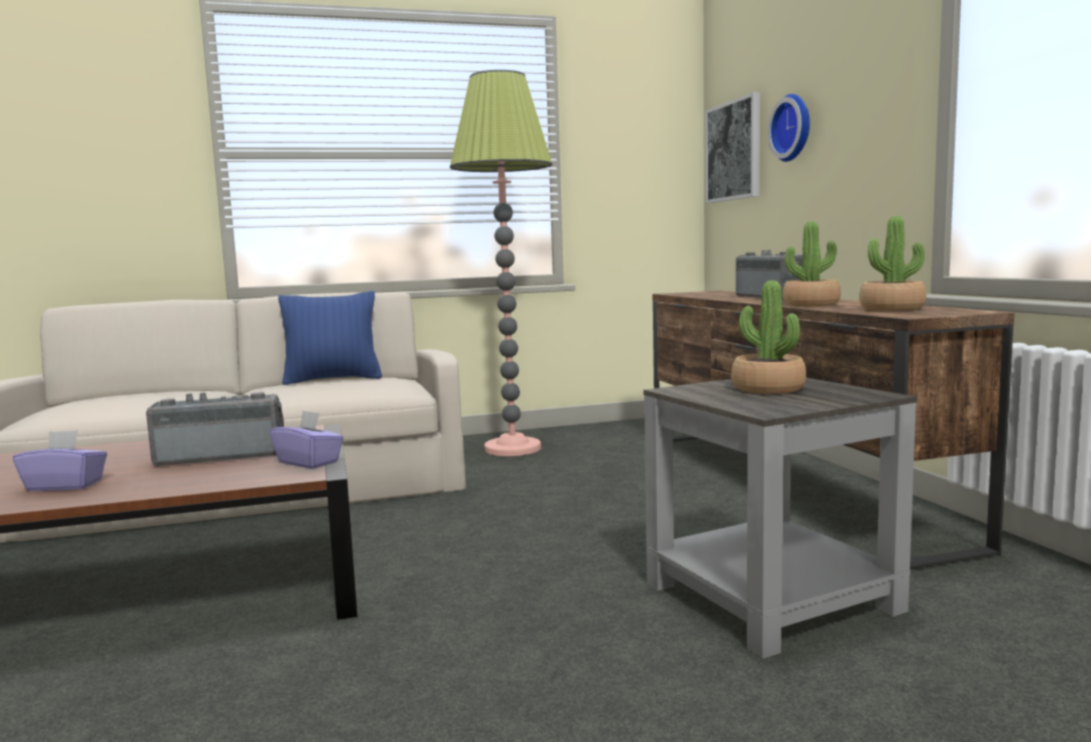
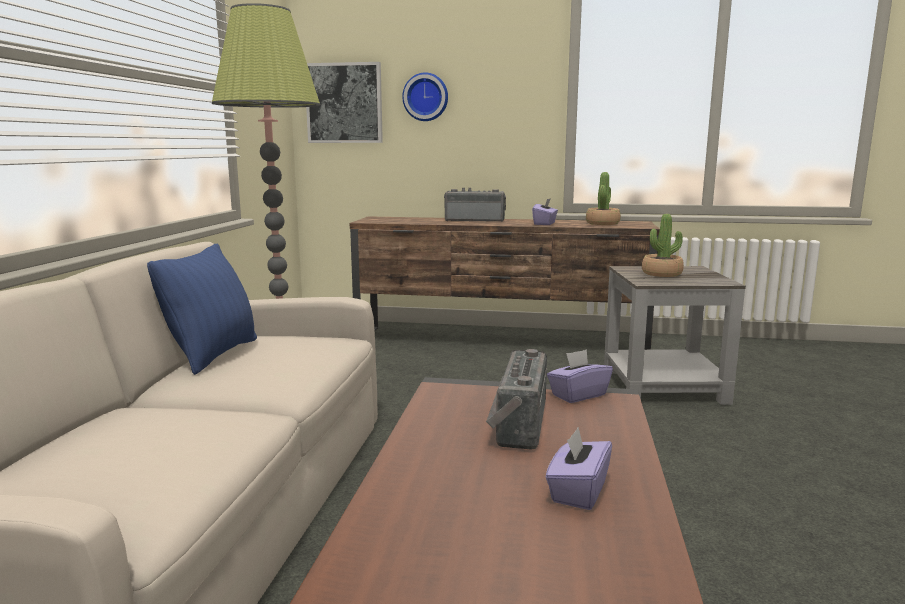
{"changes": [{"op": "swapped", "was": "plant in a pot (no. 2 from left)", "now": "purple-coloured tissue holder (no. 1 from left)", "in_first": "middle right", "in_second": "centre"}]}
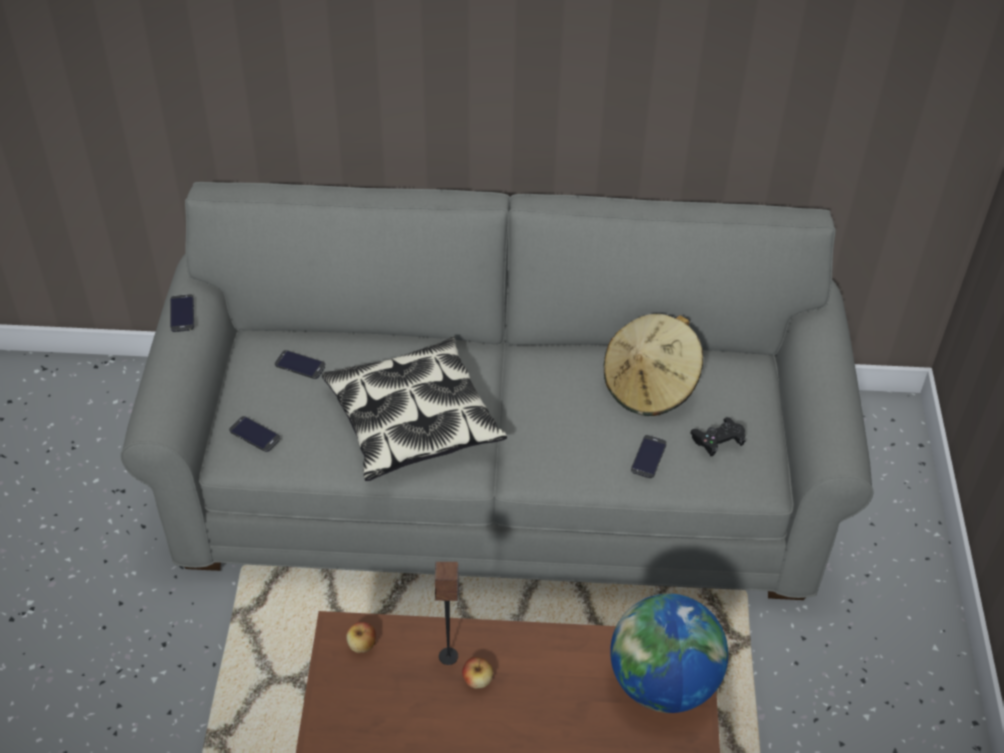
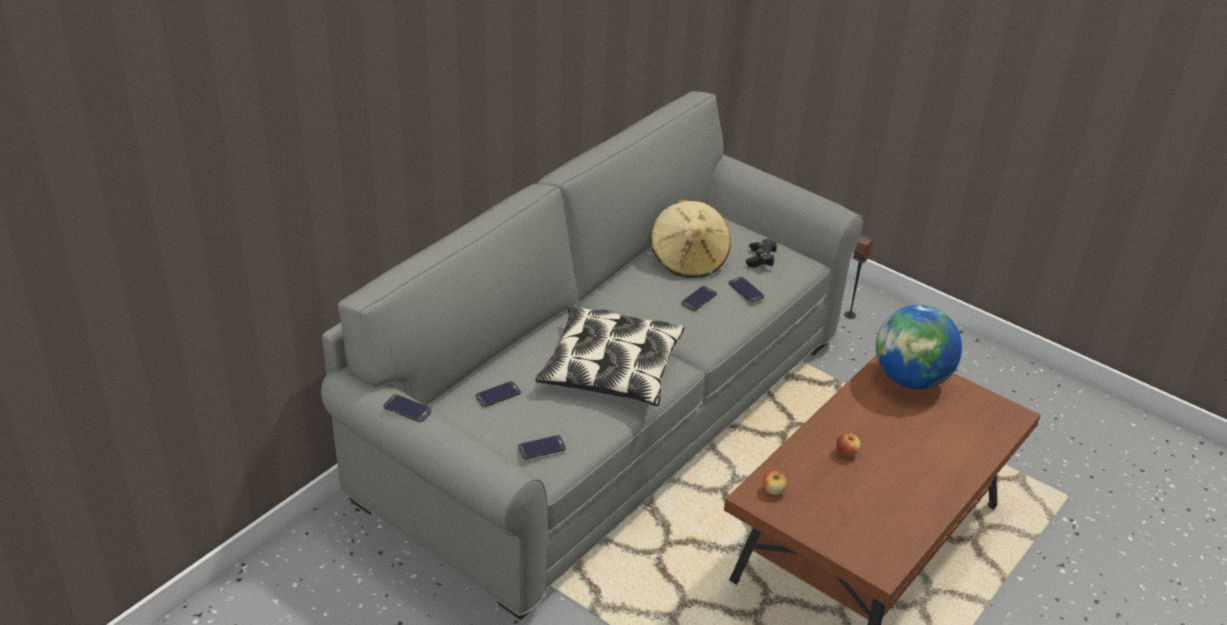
{"changes": [{"op": "new", "now": "phone (no. 4 from left)", "in_second": "centre"}, {"op": "shifted", "was": "audio speaker", "in_first": "bottom centre", "in_second": "middle right"}]}
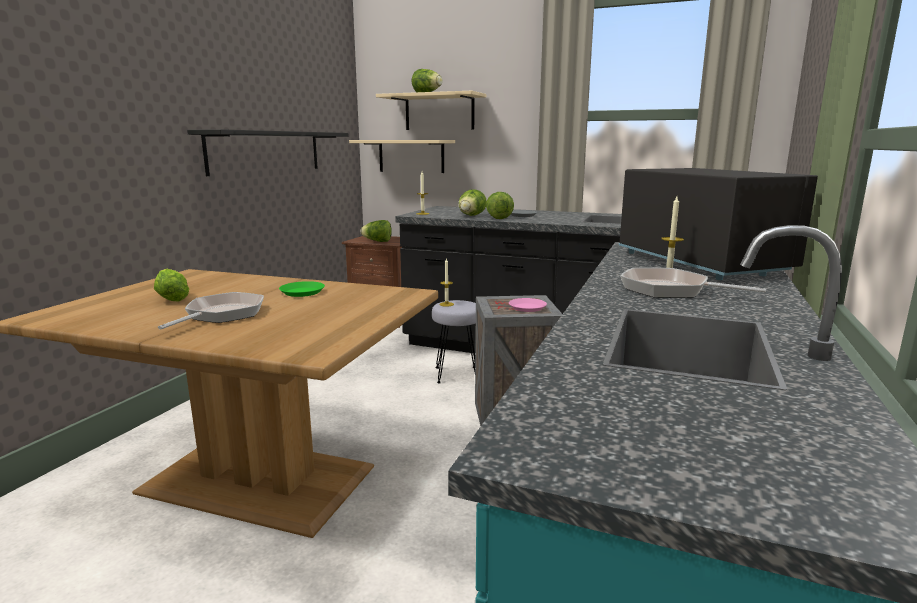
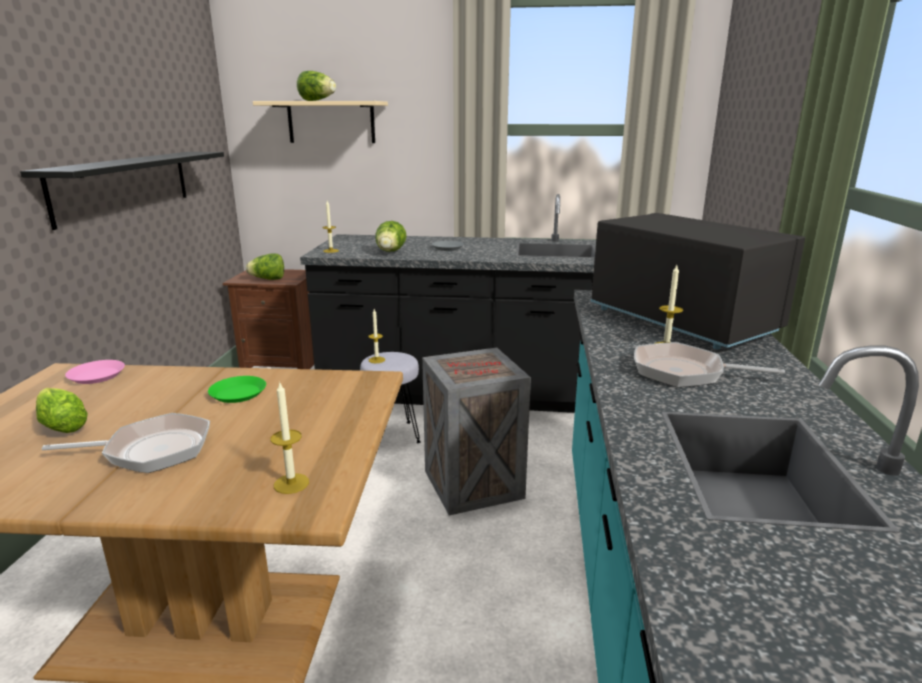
{"changes": [{"op": "rotated", "was": "pan (no. 1 from left)", "in_first": "middle left", "in_second": "middle left", "clockwise": 75}, {"op": "shifted", "was": "pinkish plate", "in_first": "centre", "in_second": "middle left"}, {"op": "new", "now": "wax light (no. 1 from left)", "in_second": "middle left"}, {"op": "gone", "was": "beige wall shelf (no. 1 from left)", "in_first": "top centre"}, {"op": "gone", "was": "lettuce head (no. 5 from left)", "in_first": "centre"}]}
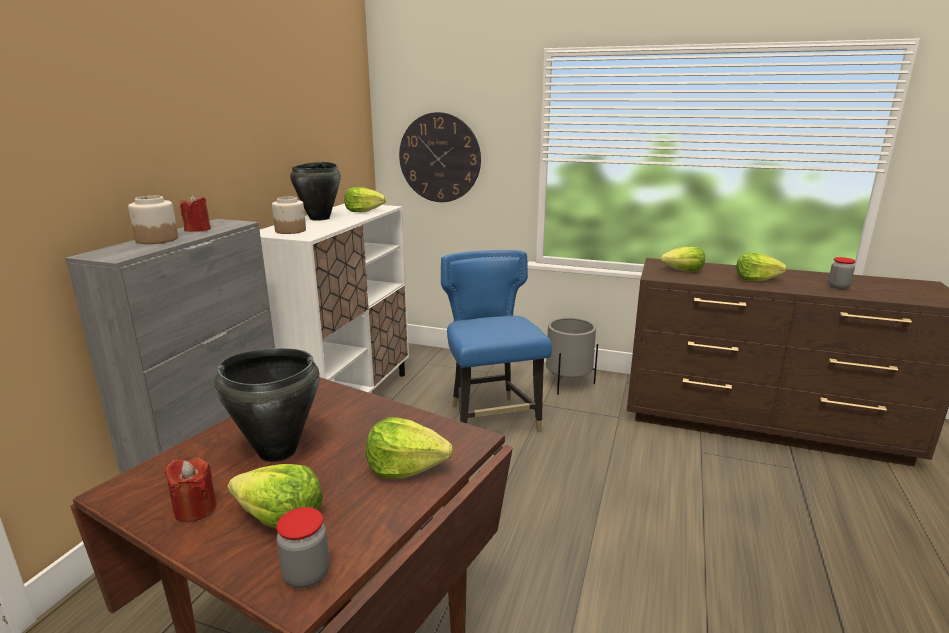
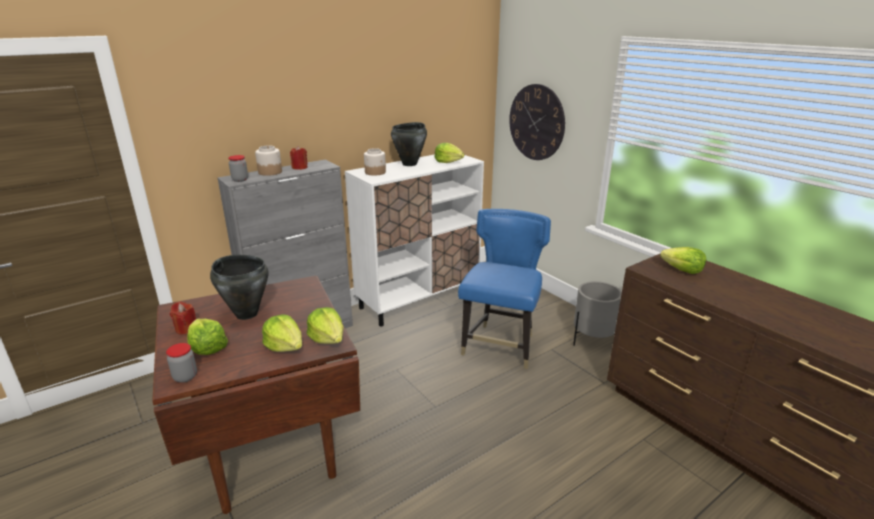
{"changes": [{"op": "shifted", "was": "preserve jar (no. 4 from left in the first image)", "now": "preserve jar (no. 2 from left)", "in_first": "middle right", "in_second": "top left"}, {"op": "shifted", "was": "lettuce head (no. 5 from left in the first image)", "now": "lettuce head (no. 3 from left)", "in_first": "middle right", "in_second": "centre"}]}
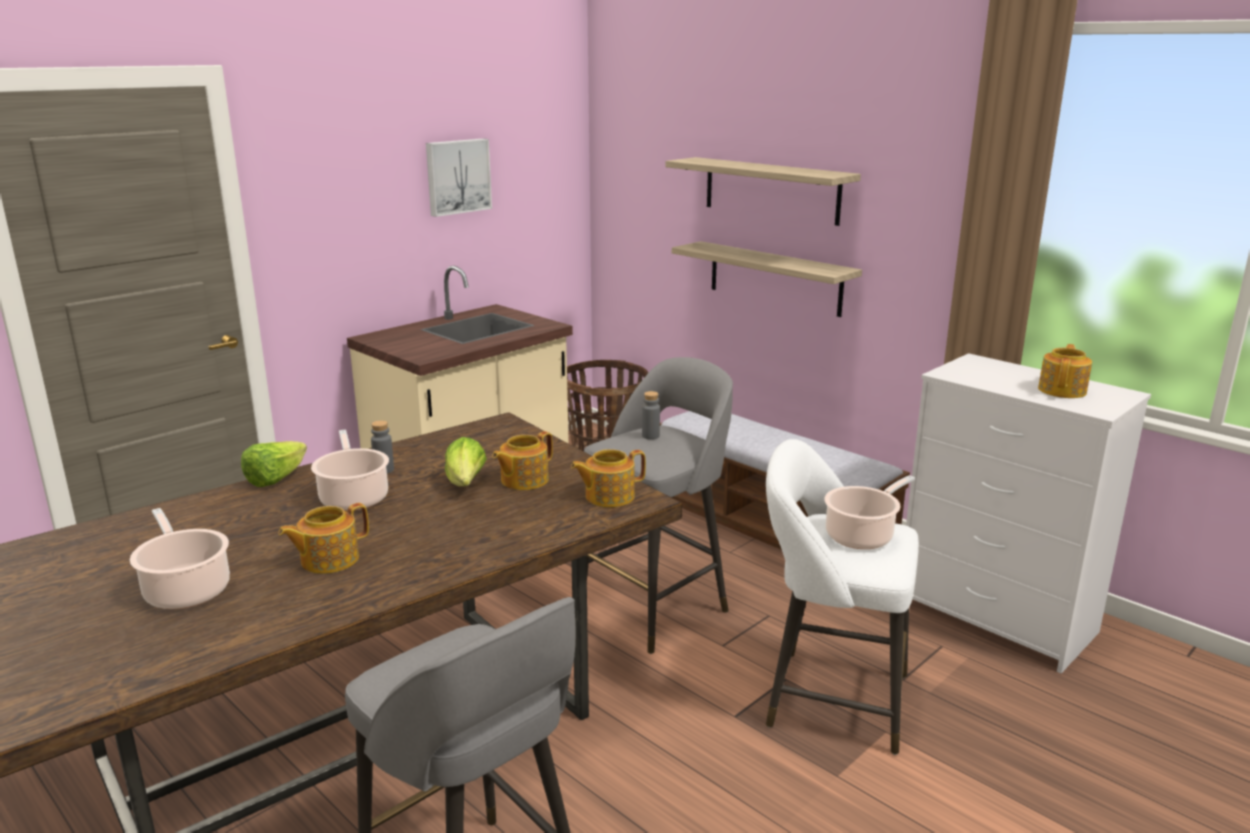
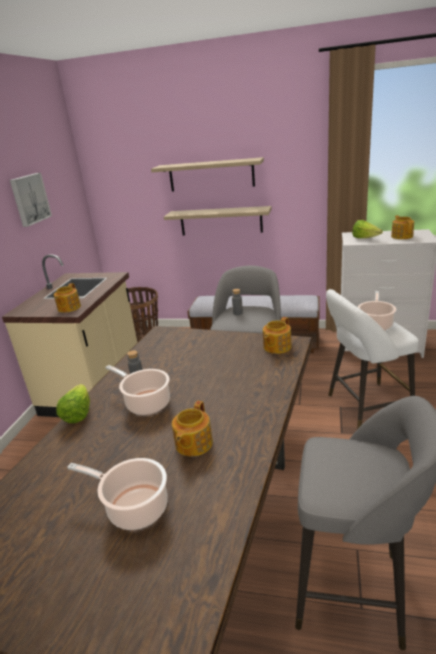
{"changes": [{"op": "shifted", "was": "pot for tea (no. 2 from left in the first image)", "now": "pot for tea (no. 1 from left)", "in_first": "centre", "in_second": "middle left"}, {"op": "shifted", "was": "lettuce head (no. 2 from left)", "in_first": "centre", "in_second": "middle right"}]}
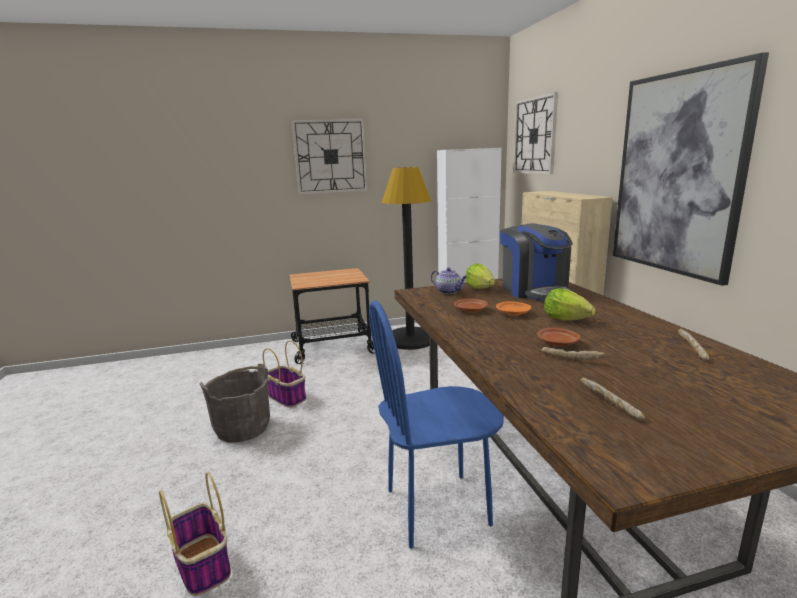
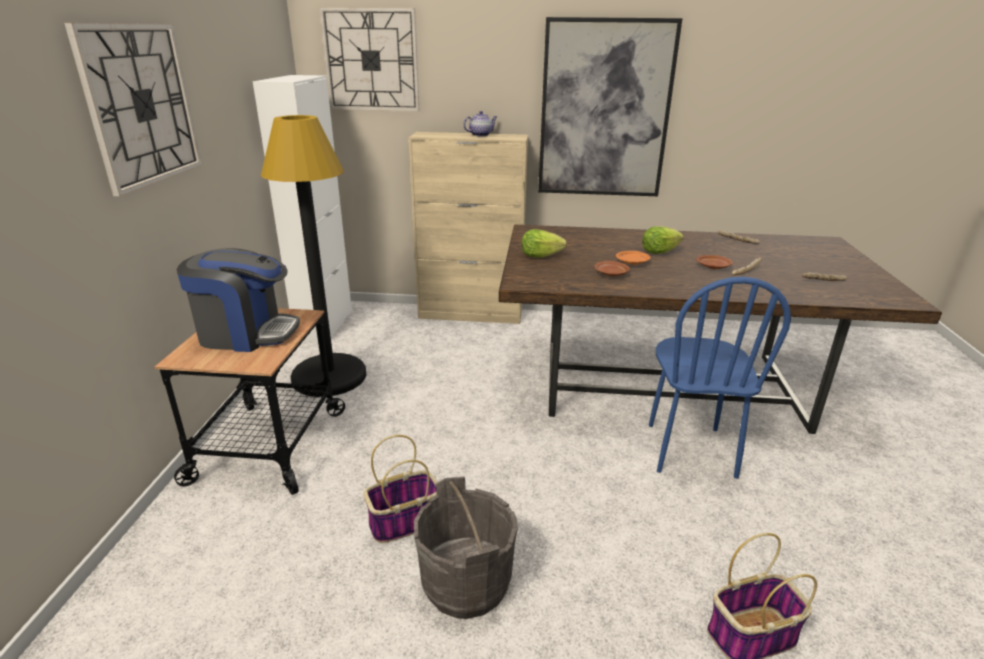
{"changes": [{"op": "shifted", "was": "coffee machine", "in_first": "middle right", "in_second": "middle left"}, {"op": "shifted", "was": "pot for tea", "in_first": "centre", "in_second": "top centre"}]}
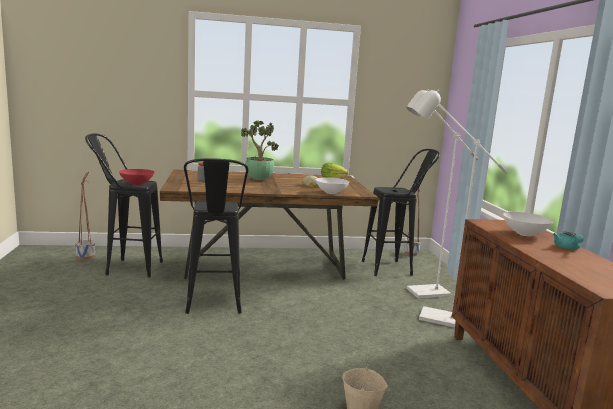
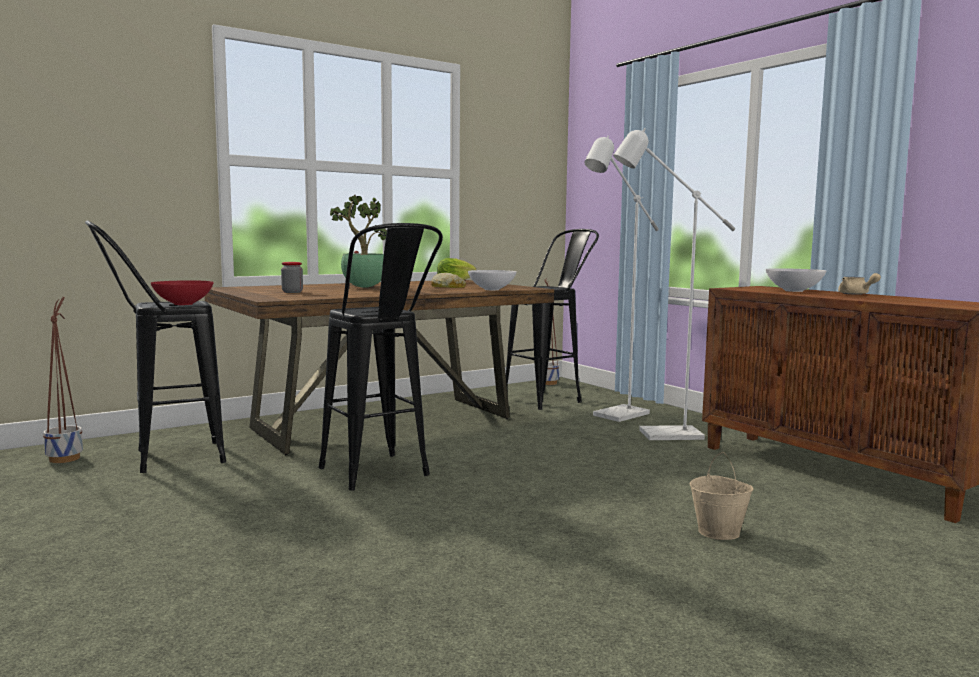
{"changes": [{"op": "repainted", "was": "turquoise-coloured pot for tea", "now": "beige pot for tea", "in_first": "middle right", "in_second": "middle right"}]}
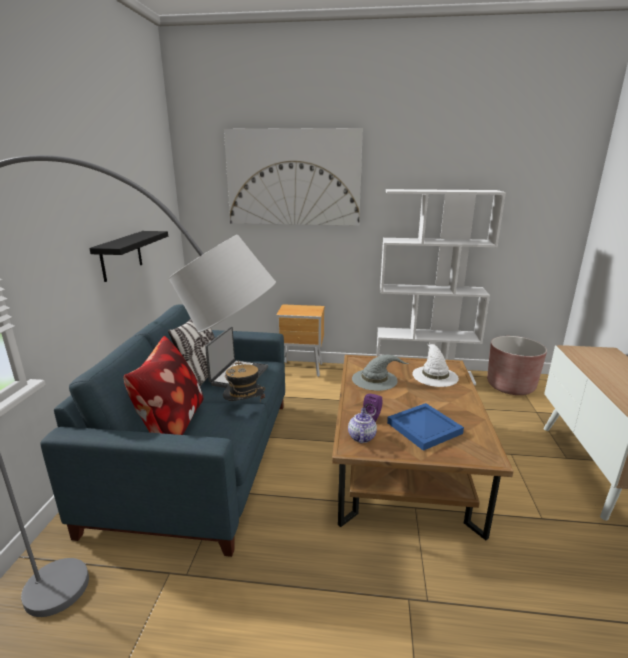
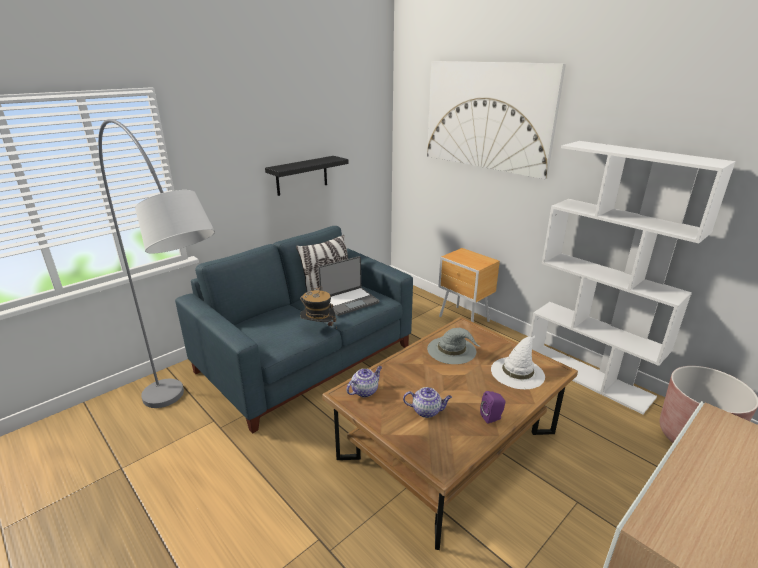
{"changes": [{"op": "swapped", "was": "bluish tray", "now": "pot for tea (no. 2 from left)", "in_first": "middle right", "in_second": "bottom centre"}, {"op": "shifted", "was": "purple-coloured audio speaker", "in_first": "centre", "in_second": "bottom centre"}, {"op": "gone", "was": "cushion (no. 1 from left)", "in_first": "middle left"}]}
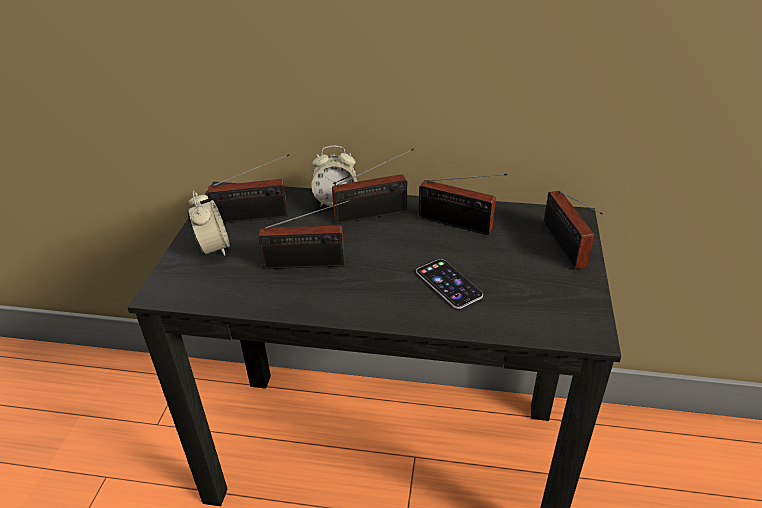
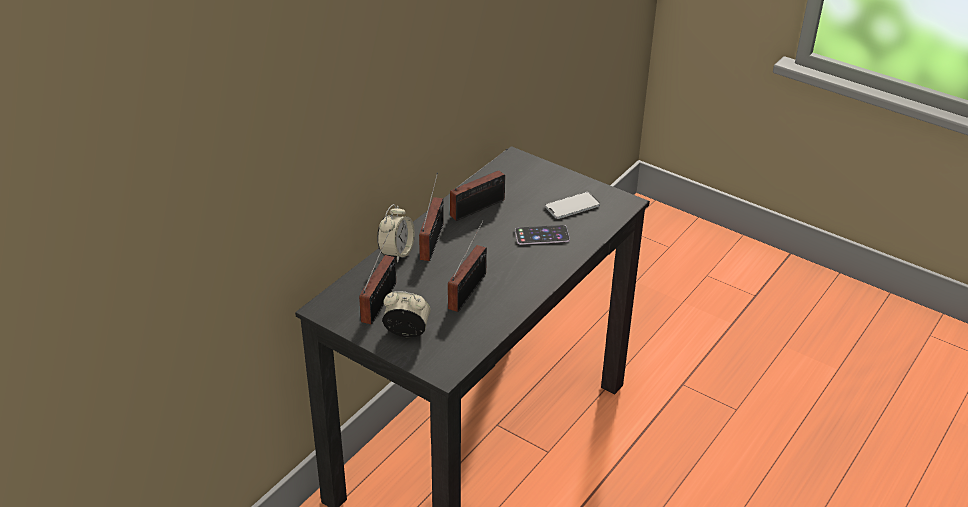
{"changes": [{"op": "new", "now": "phone (no. 2 from left)", "in_second": "centre"}, {"op": "gone", "was": "radio receiver (no. 5 from left)", "in_first": "middle right"}]}
